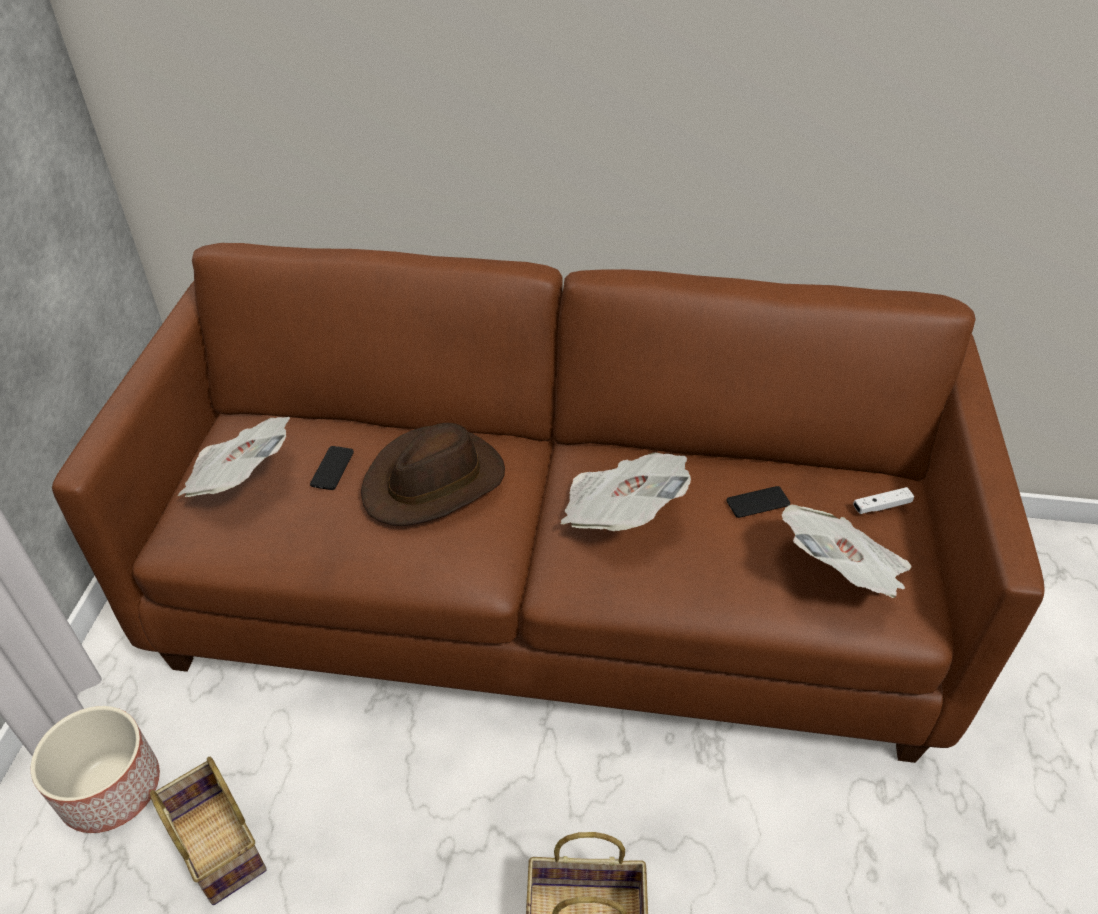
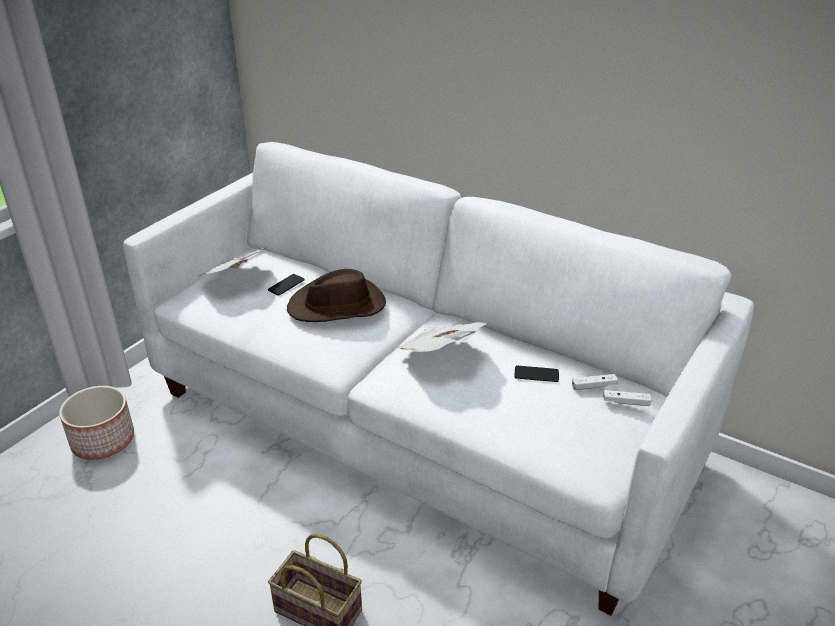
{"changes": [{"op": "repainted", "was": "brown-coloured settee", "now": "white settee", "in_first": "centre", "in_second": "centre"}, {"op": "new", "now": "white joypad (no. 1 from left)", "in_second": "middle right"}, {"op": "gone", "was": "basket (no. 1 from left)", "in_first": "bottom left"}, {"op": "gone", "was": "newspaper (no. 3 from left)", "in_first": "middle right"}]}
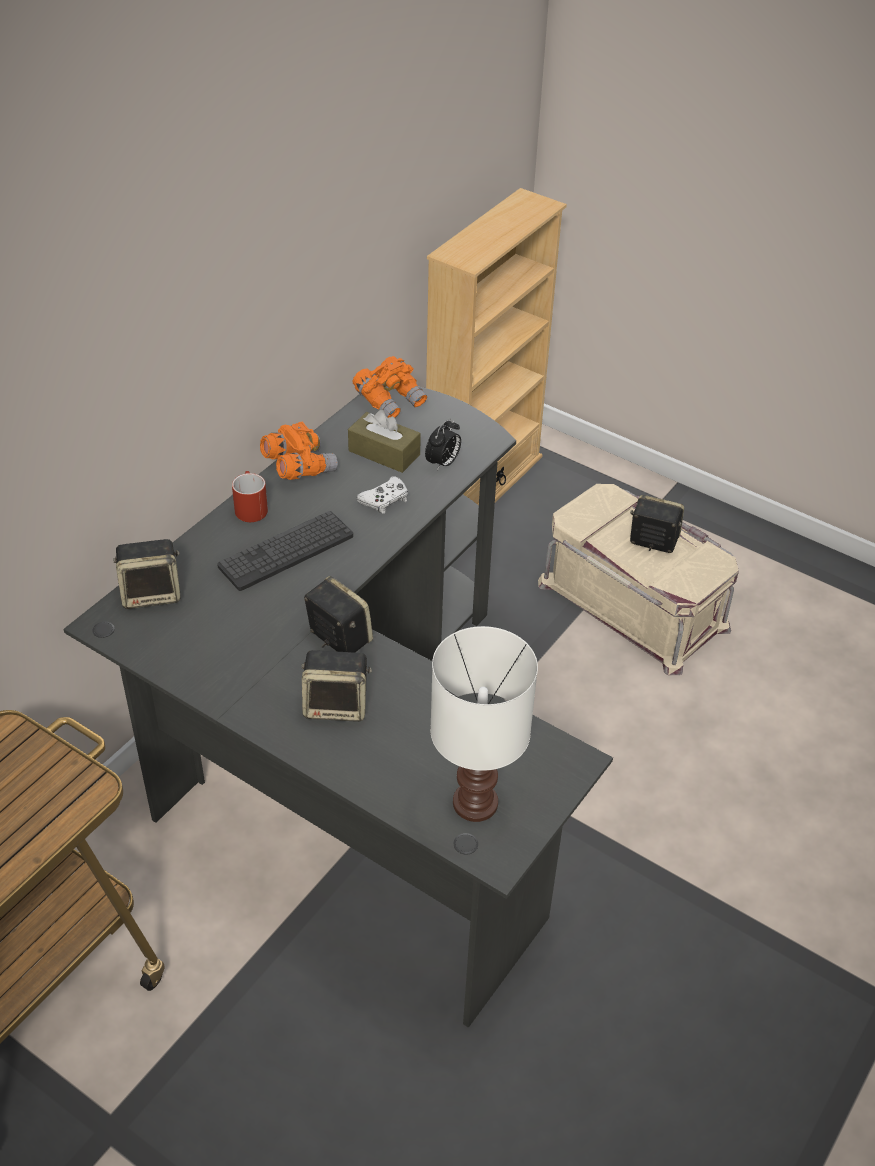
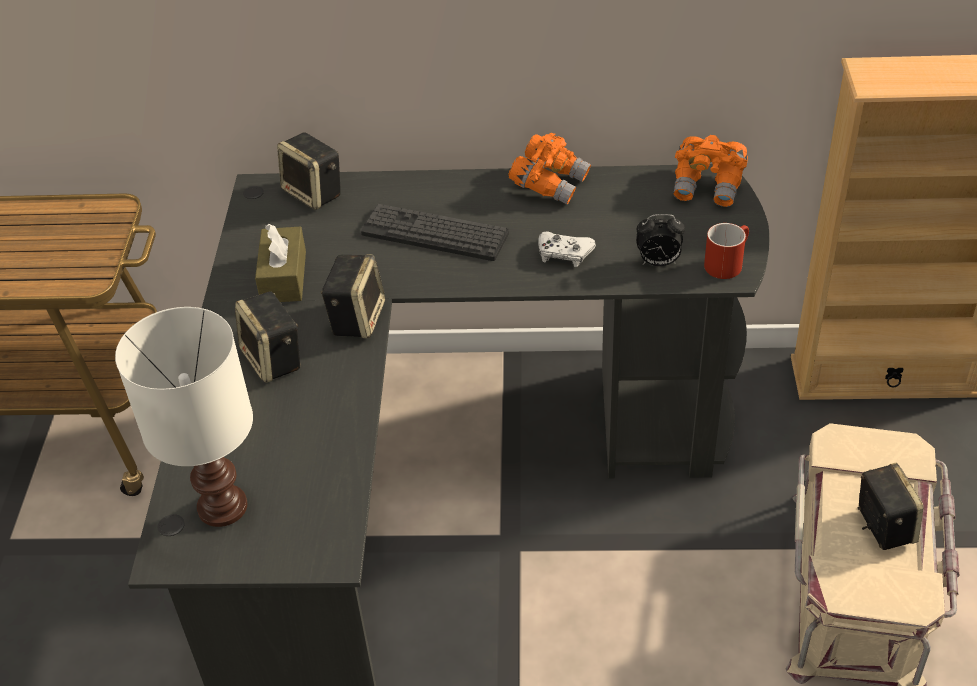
{"changes": [{"op": "shifted", "was": "brown-coloured tissue holder", "in_first": "centre", "in_second": "middle left"}, {"op": "shifted", "was": "reddish mug", "in_first": "middle left", "in_second": "middle right"}]}
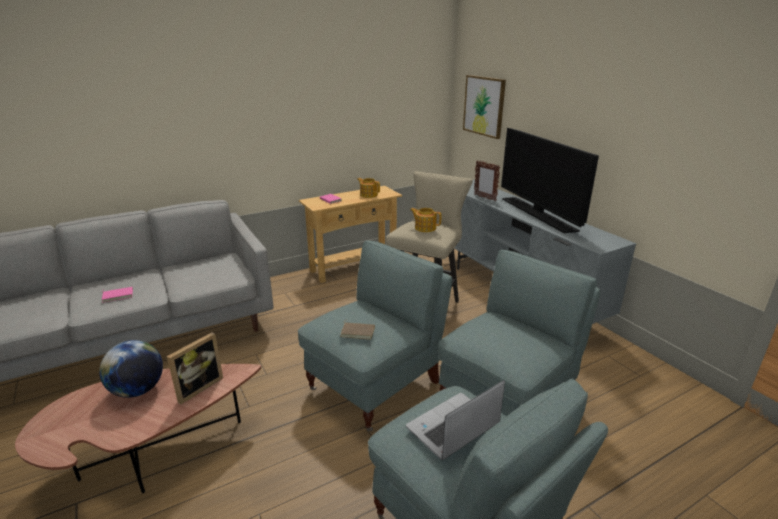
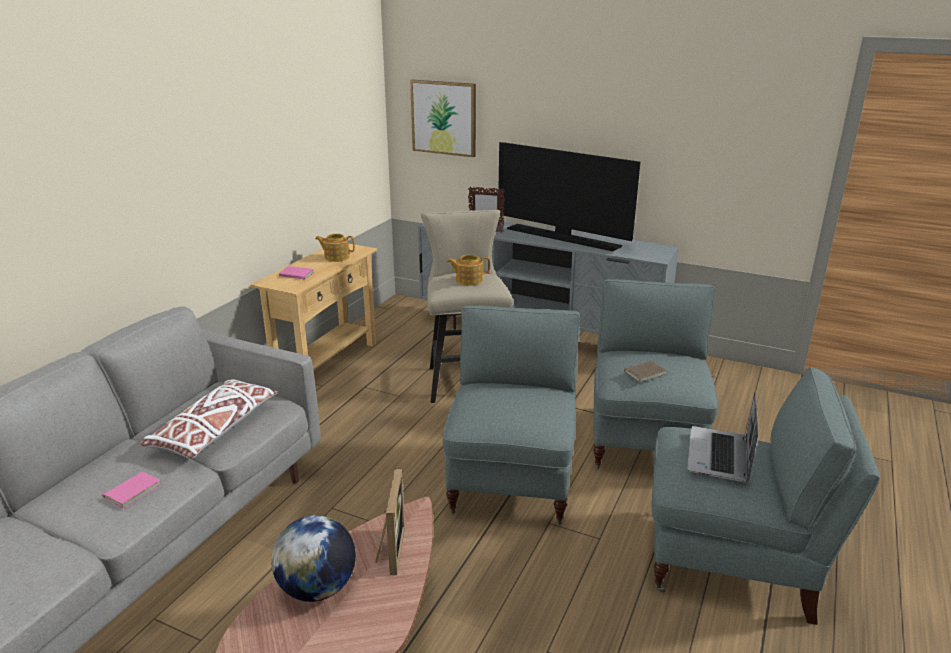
{"changes": [{"op": "new", "now": "white cushion", "in_second": "middle left"}, {"op": "shifted", "was": "brown-coloured bound book", "in_first": "centre", "in_second": "middle right"}]}
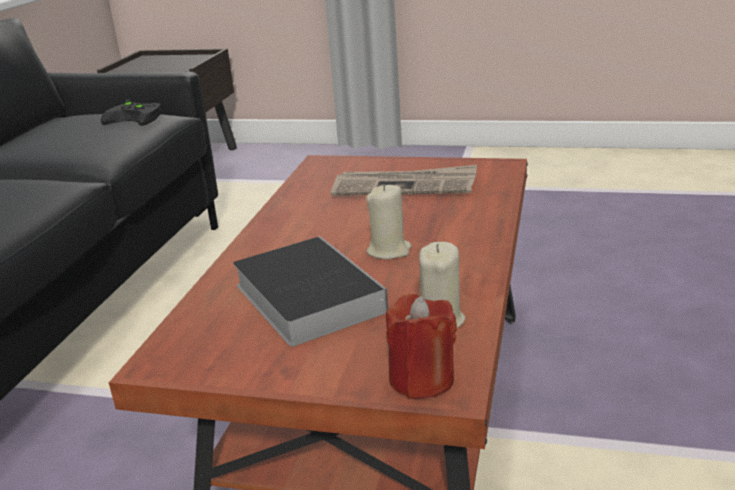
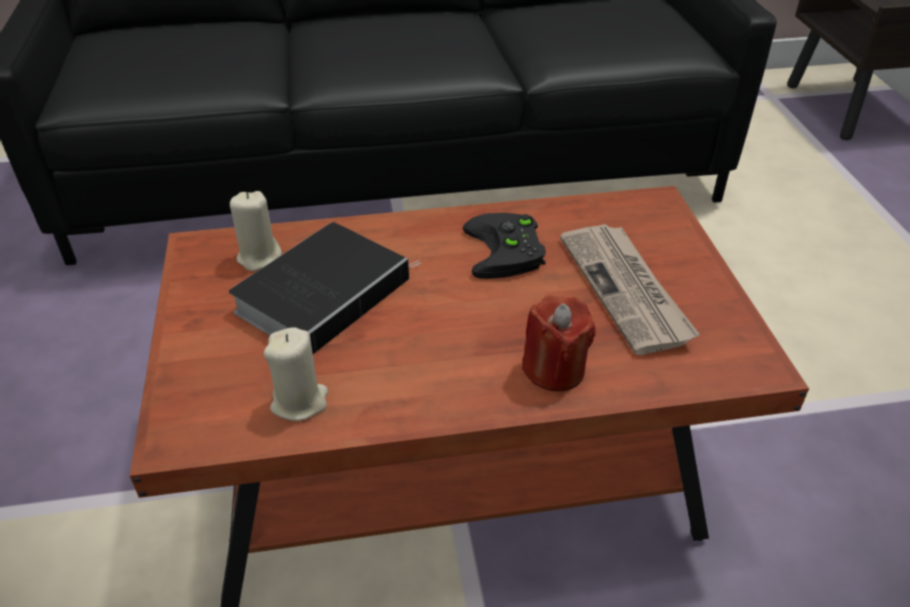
{"changes": [{"op": "shifted", "was": "beige wax light (no. 1 from left)", "in_first": "centre", "in_second": "middle left"}, {"op": "shifted", "was": "black joypad", "in_first": "top left", "in_second": "centre"}, {"op": "shifted", "was": "reddish wax light", "in_first": "bottom centre", "in_second": "centre"}]}
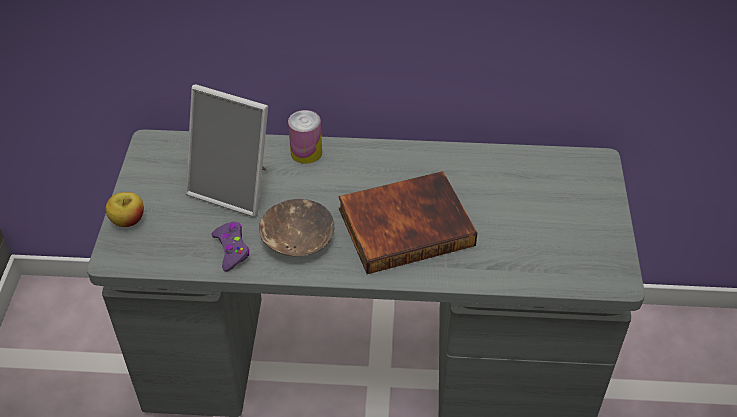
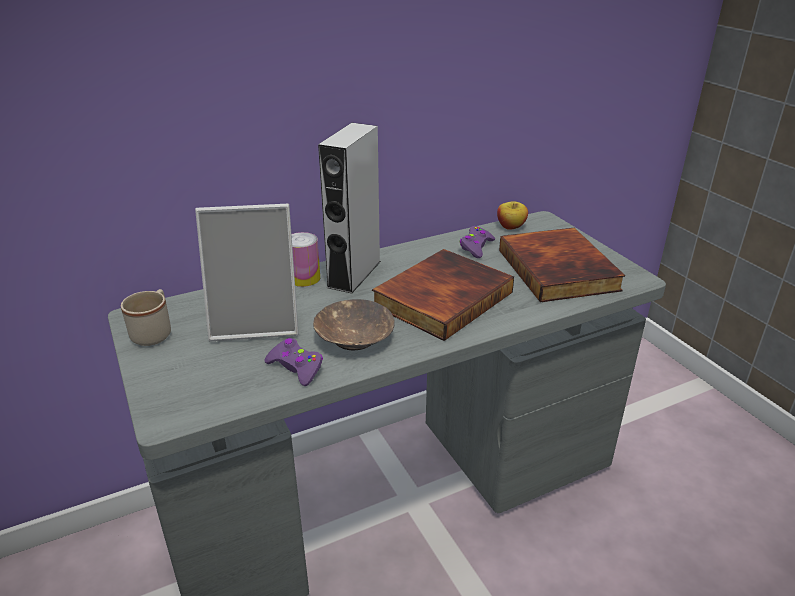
{"changes": [{"op": "new", "now": "beige mug", "in_second": "middle left"}, {"op": "new", "now": "gray audio speaker", "in_second": "centre"}, {"op": "new", "now": "purple-coloured joypad (no. 2 from left)", "in_second": "centre"}, {"op": "shifted", "was": "apple fruit", "in_first": "middle left", "in_second": "centre"}, {"op": "new", "now": "bound book (no. 2 from left)", "in_second": "middle right"}]}
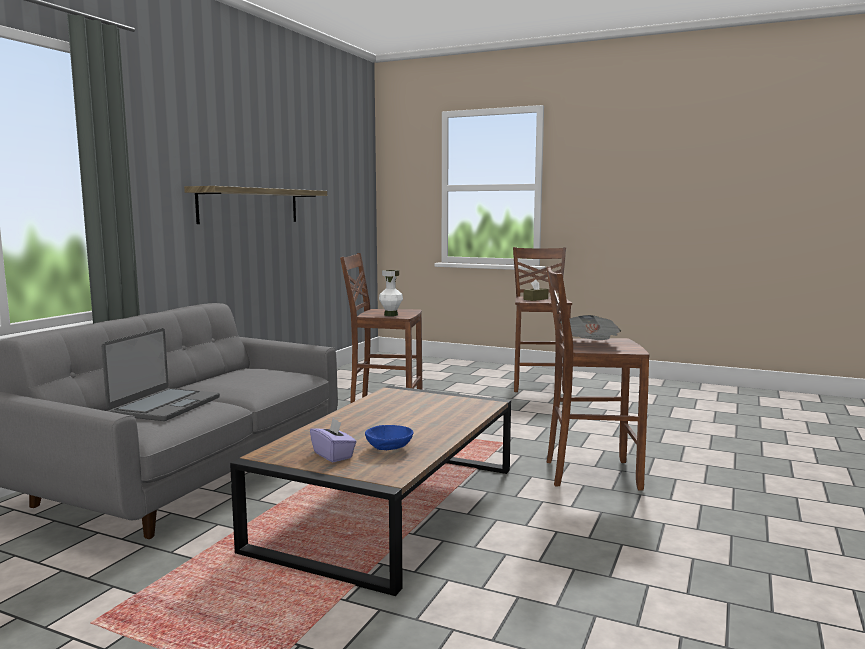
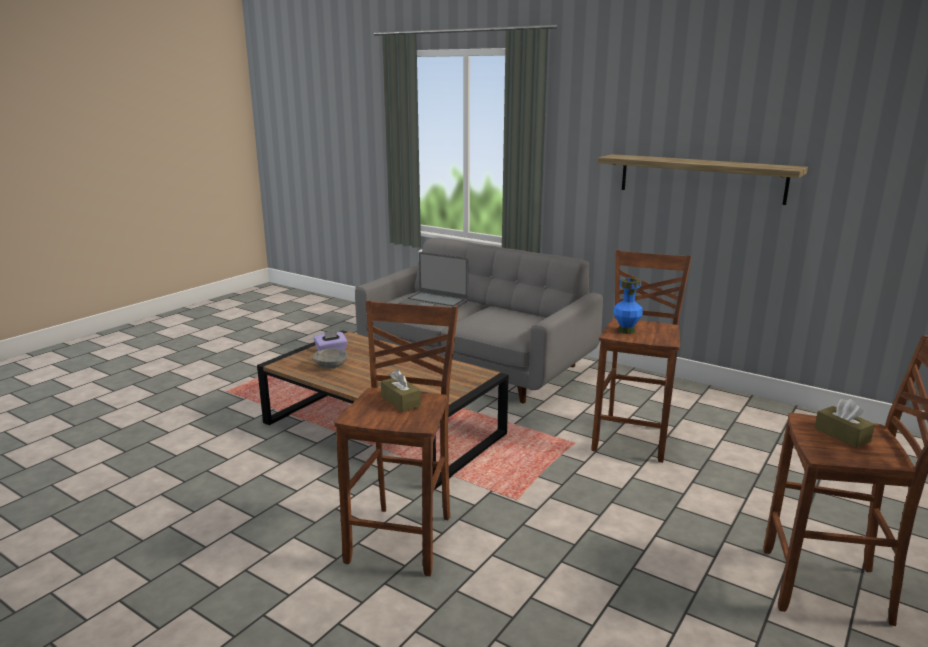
{"changes": [{"op": "repainted", "was": "bluish serving bowl", "now": "gray serving bowl", "in_first": "bottom centre", "in_second": "centre"}, {"op": "swapped", "was": "newspaper", "now": "brown-coloured tissue holder (no. 1 from left)", "in_first": "middle right", "in_second": "centre"}, {"op": "repainted", "was": "white flower vase", "now": "bluish flower vase", "in_first": "centre", "in_second": "middle right"}]}
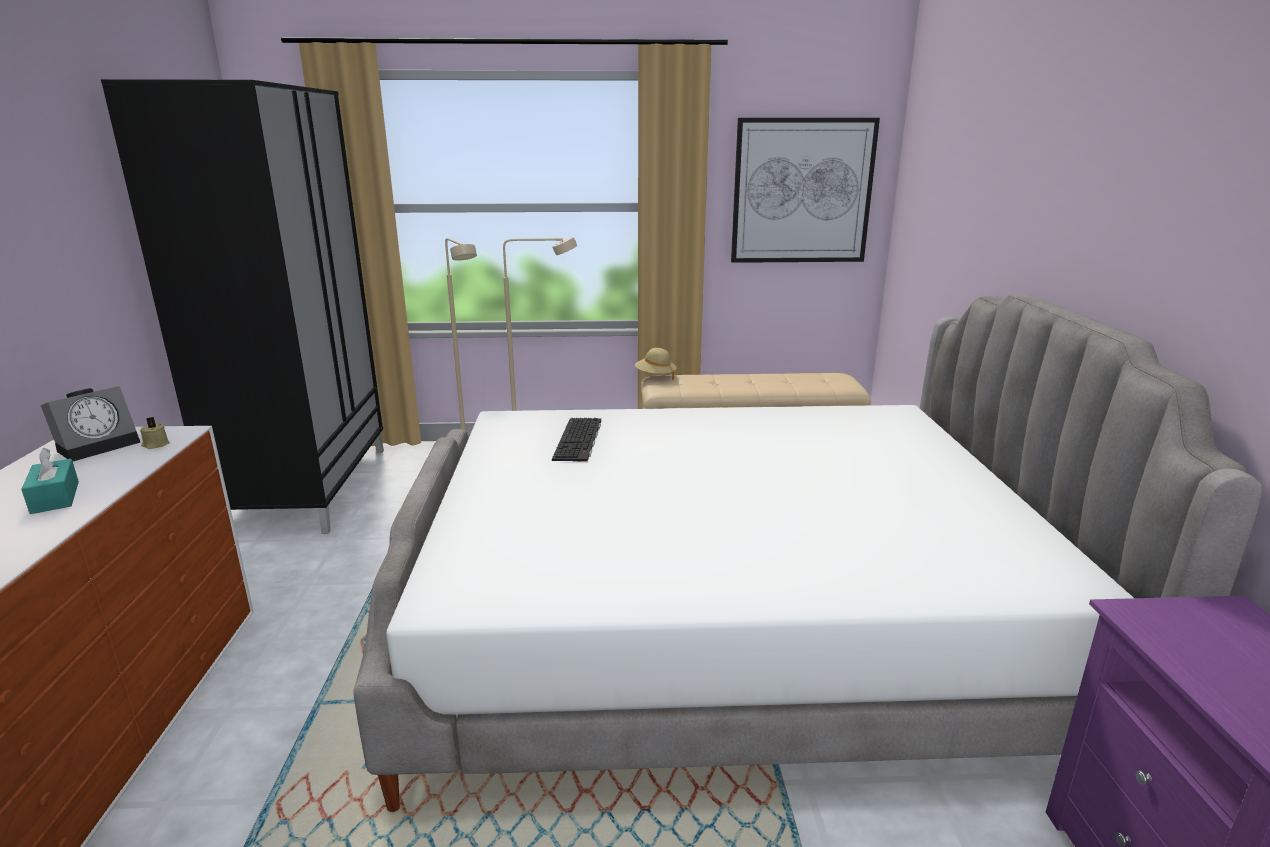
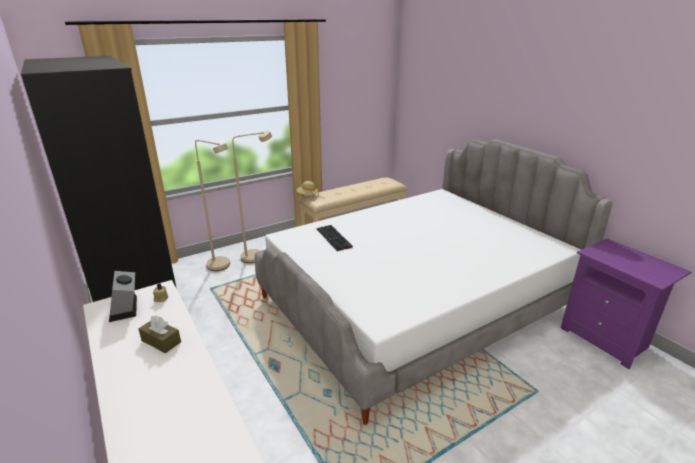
{"changes": [{"op": "rotated", "was": "bedside clock", "in_first": "middle left", "in_second": "middle left", "clockwise": 150}, {"op": "repainted", "was": "turquoise-coloured tissue holder", "now": "brown-coloured tissue holder", "in_first": "middle left", "in_second": "bottom left"}, {"op": "gone", "was": "wall picture", "in_first": "top centre"}]}
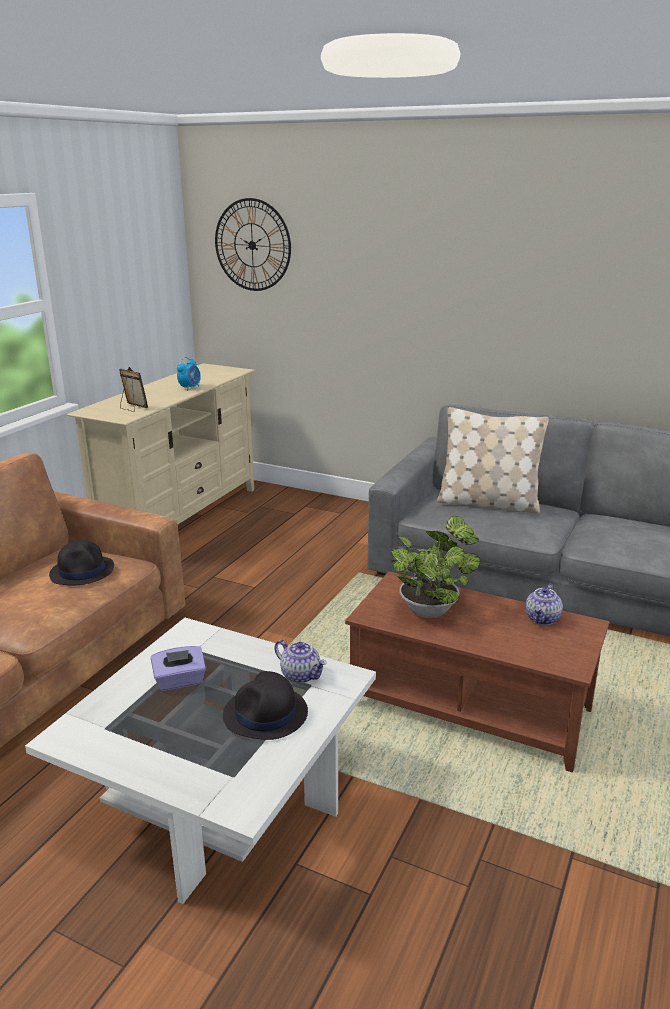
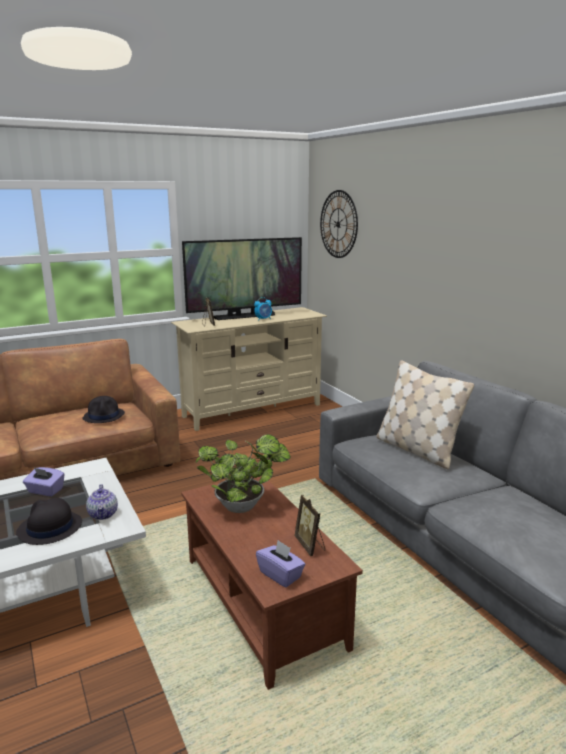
{"changes": [{"op": "new", "now": "TV", "in_second": "centre"}, {"op": "new", "now": "purple-coloured tissue holder (no. 2 from left)", "in_second": "bottom centre"}, {"op": "swapped", "was": "pot for tea (no. 2 from left)", "now": "photo frame (no. 2 from left)", "in_first": "middle right", "in_second": "bottom centre"}]}
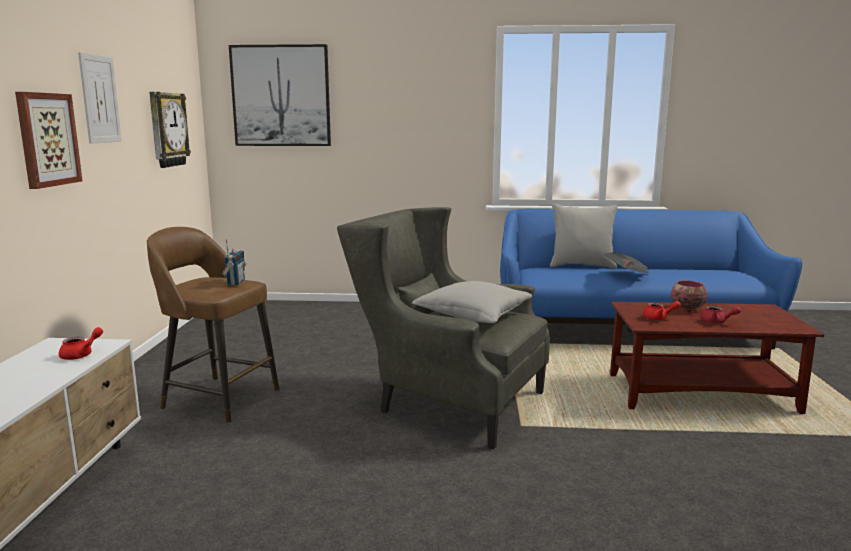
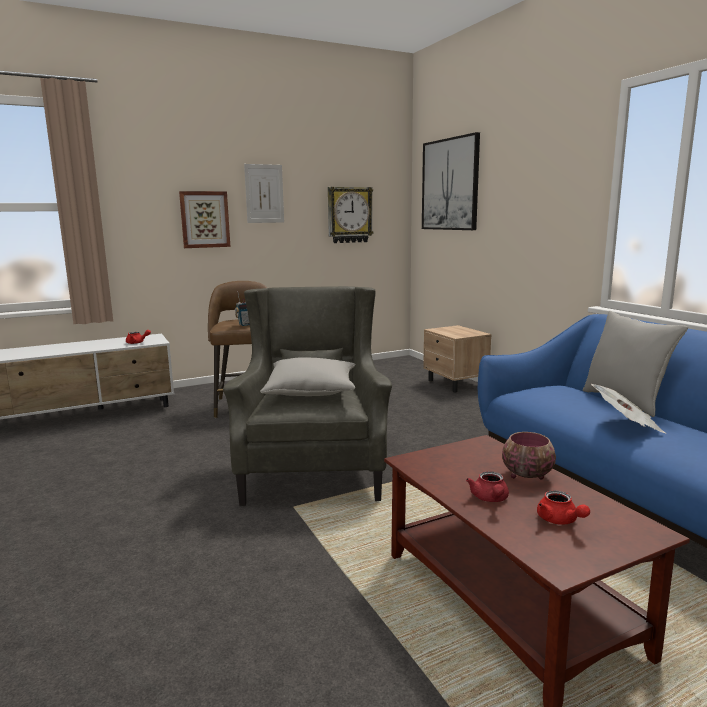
{"changes": [{"op": "new", "now": "beige night table", "in_second": "centre"}, {"op": "shifted", "was": "reddish pot for tea (no. 2 from left in the first image)", "now": "reddish pot for tea (no. 3 from left)", "in_first": "middle right", "in_second": "bottom right"}]}
